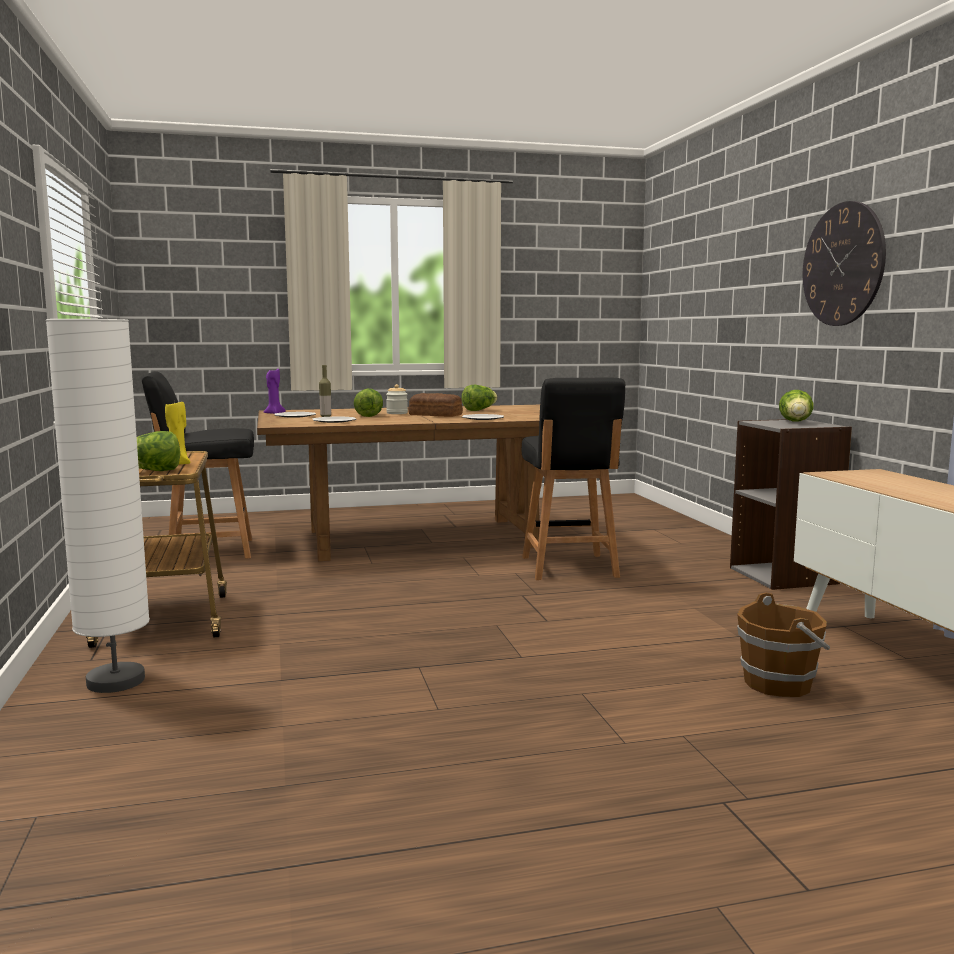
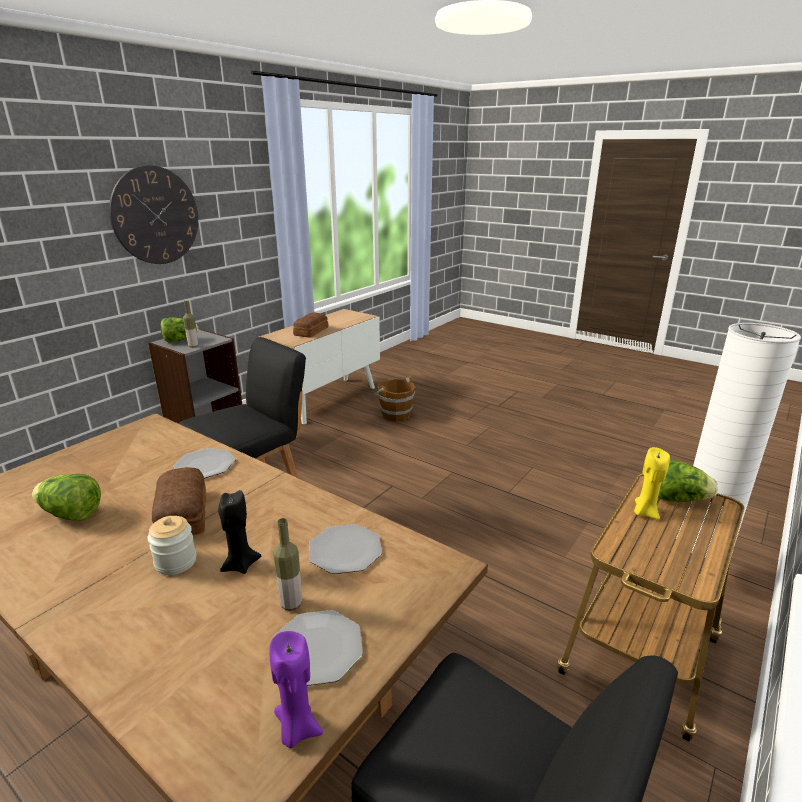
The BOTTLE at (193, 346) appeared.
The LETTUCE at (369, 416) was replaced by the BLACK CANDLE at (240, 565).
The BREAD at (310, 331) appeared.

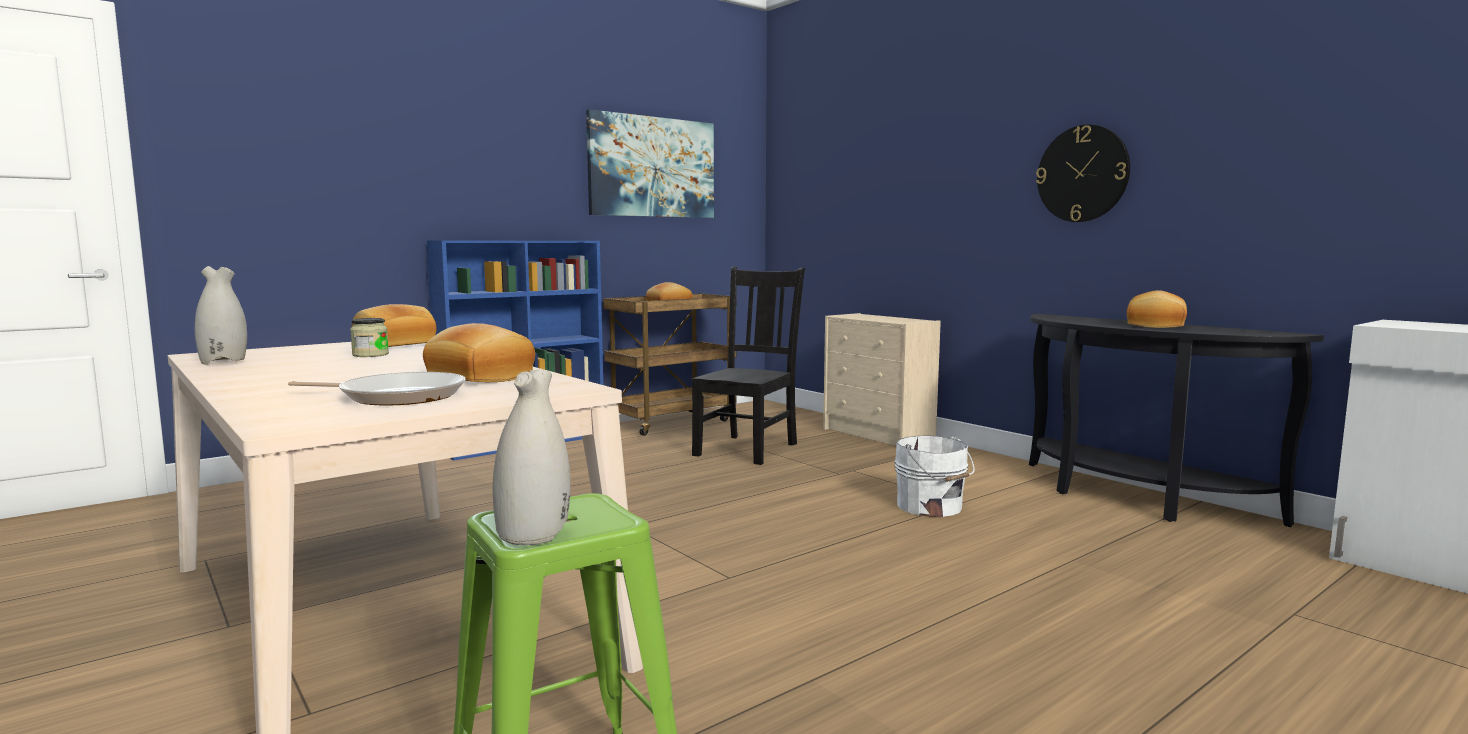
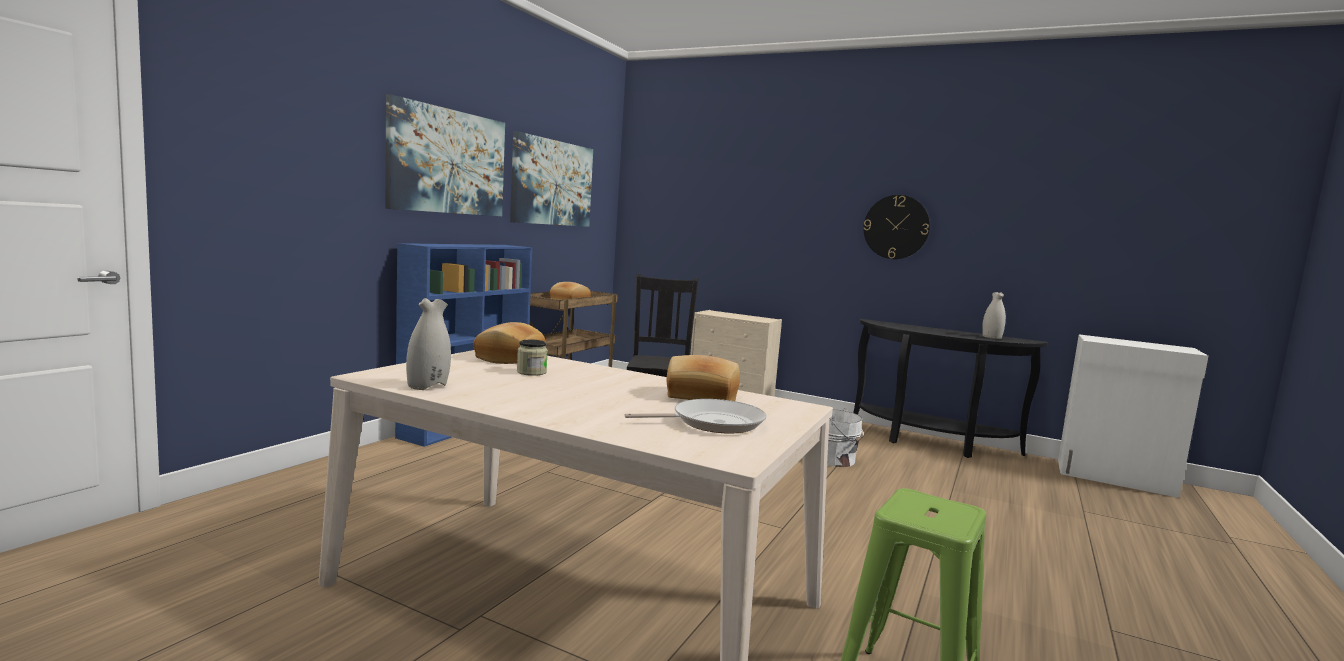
The PICTURE at (448, 162) appeared.
The WHITE VASE moved from (534, 533) to (991, 337).
The BREAD at (1157, 325) disappeared.

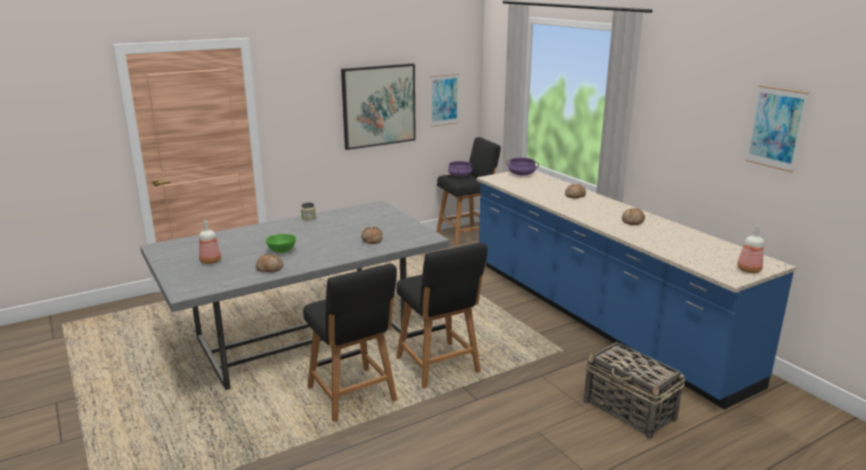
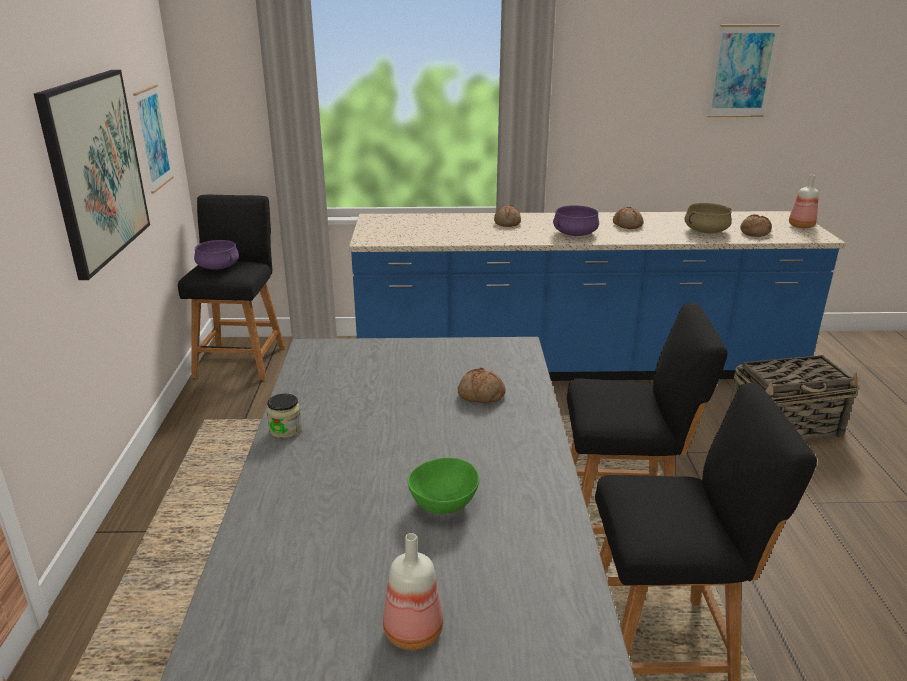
The PURPLE COOKING POT moved from (521, 174) to (574, 233).
The BEIGE COOKING POT at (706, 231) appeared.
The BREAD moved from (270, 268) to (754, 232).

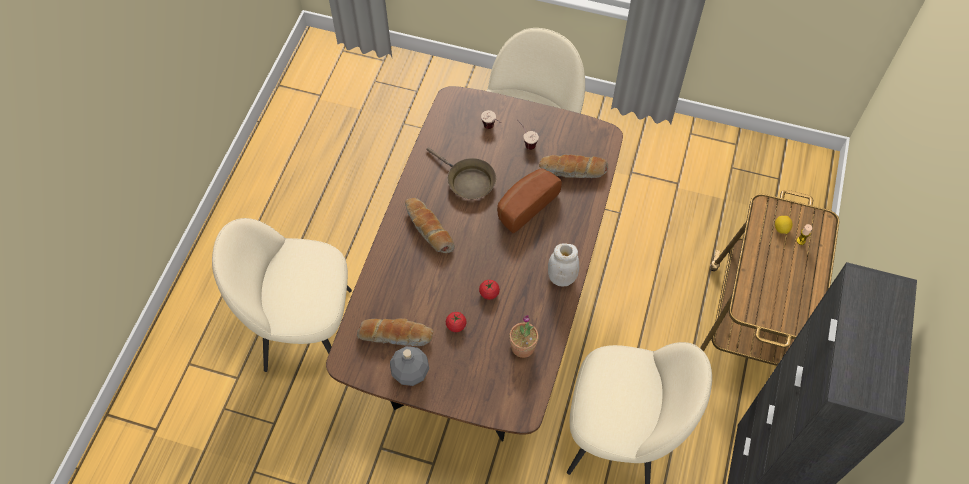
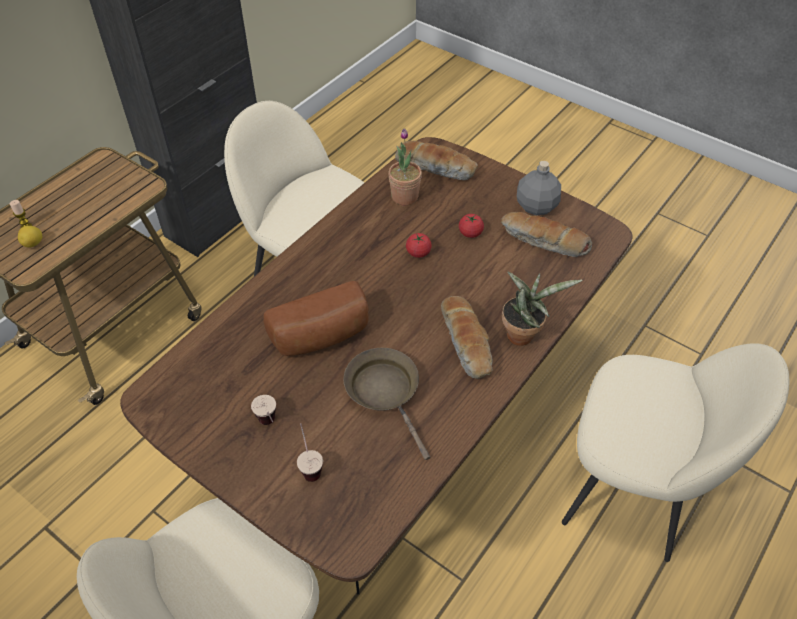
The BREAD moved from (573, 171) to (436, 167).
The POTTED PLANT at (523, 333) appeared.
The WHITE JAR at (561, 278) disappeared.

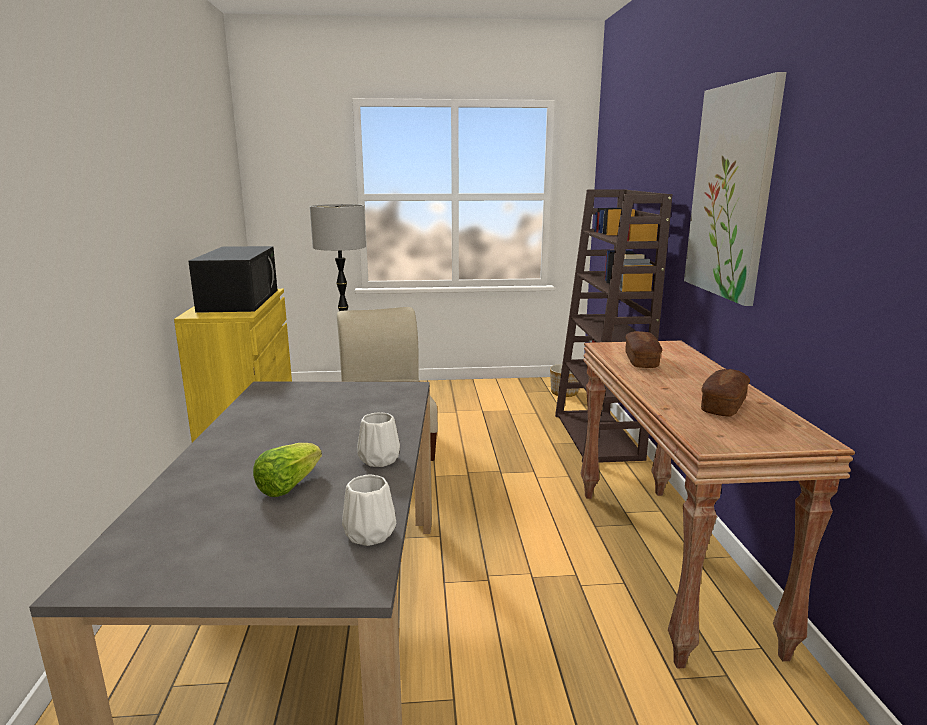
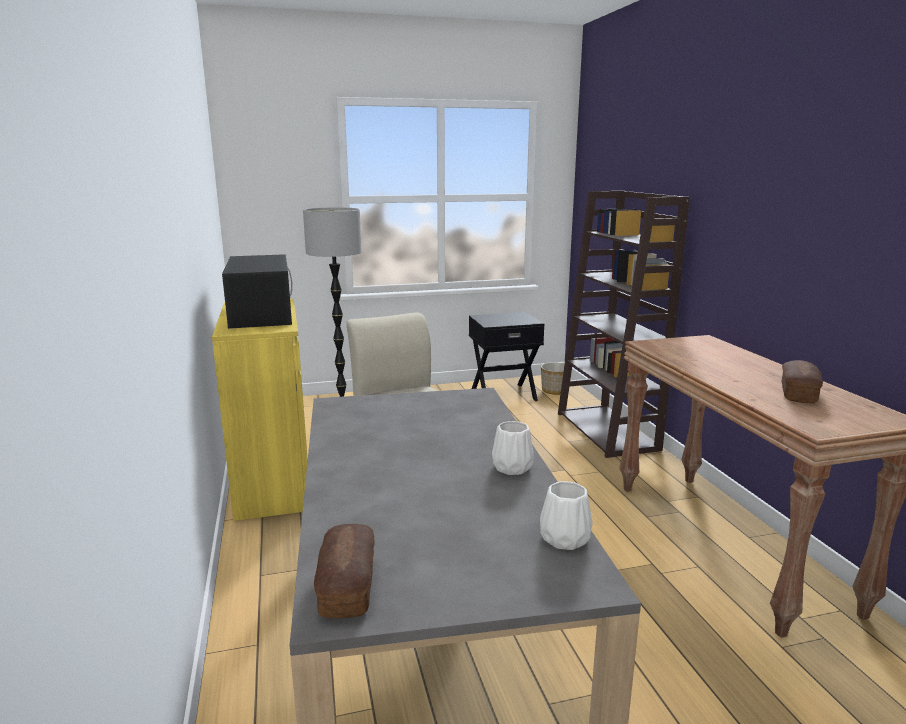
The BREAD moved from (641, 360) to (347, 586).
The BLACK NIGHTSTAND at (503, 394) appeared.
The LETTUCE at (288, 485) disappeared.
The PICTURE at (731, 192) disappeared.

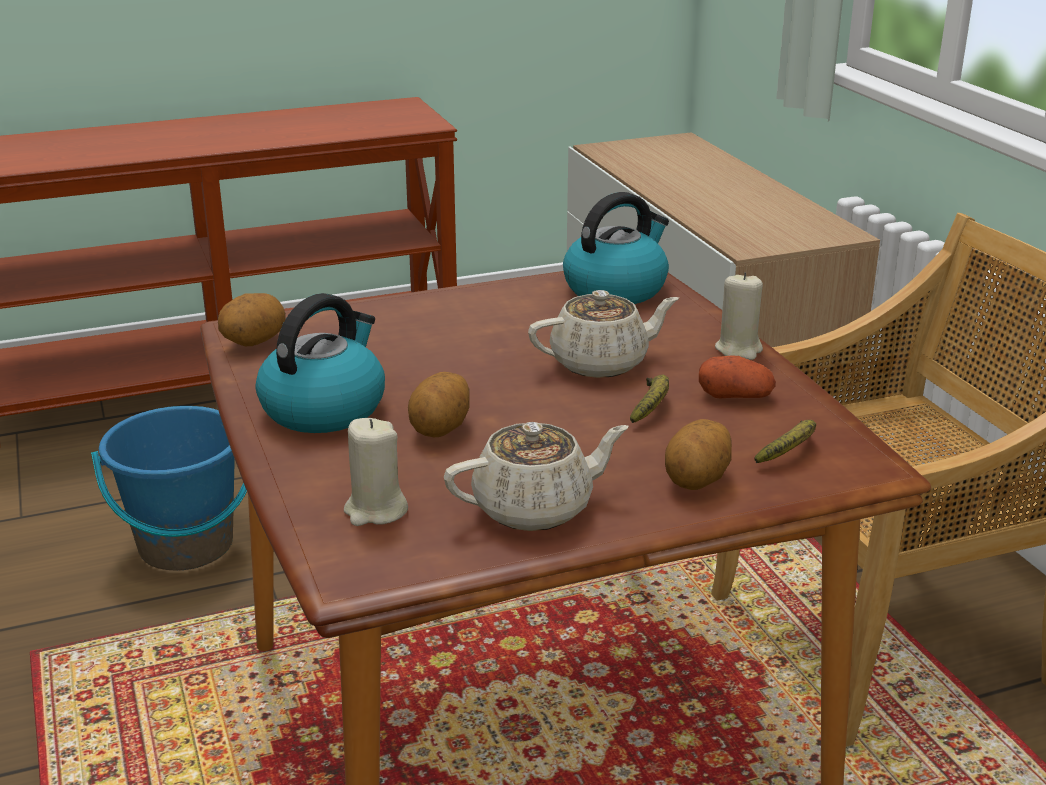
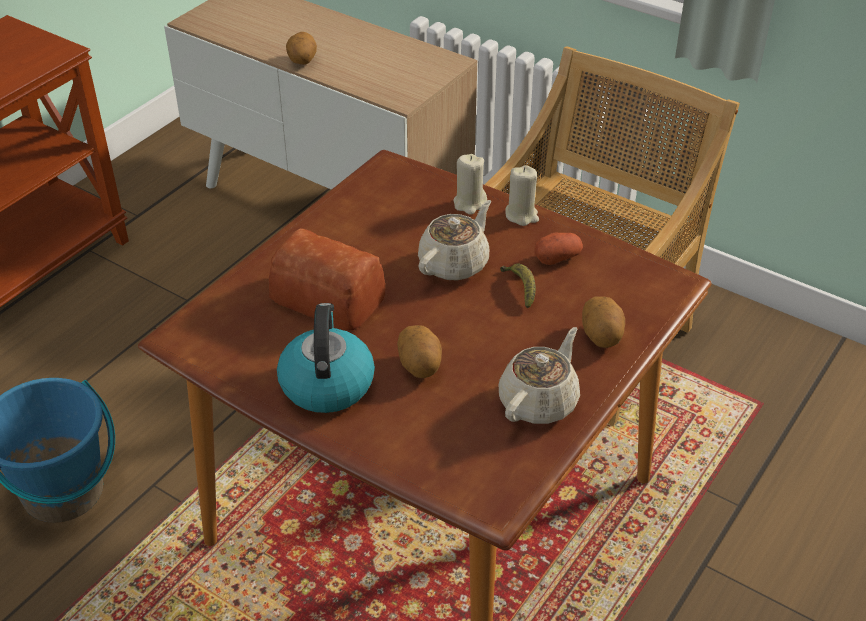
The BREAD at (327, 296) appeared.
The POTATO moved from (253, 343) to (302, 61).
The BEIGE CANDLE moved from (375, 511) to (469, 203).
The KETTLE at (616, 289) disappeared.
The BANANA at (790, 451) disappeared.

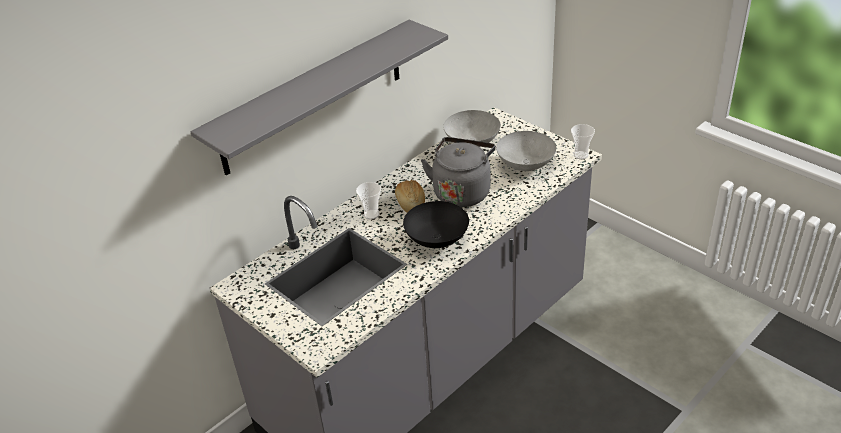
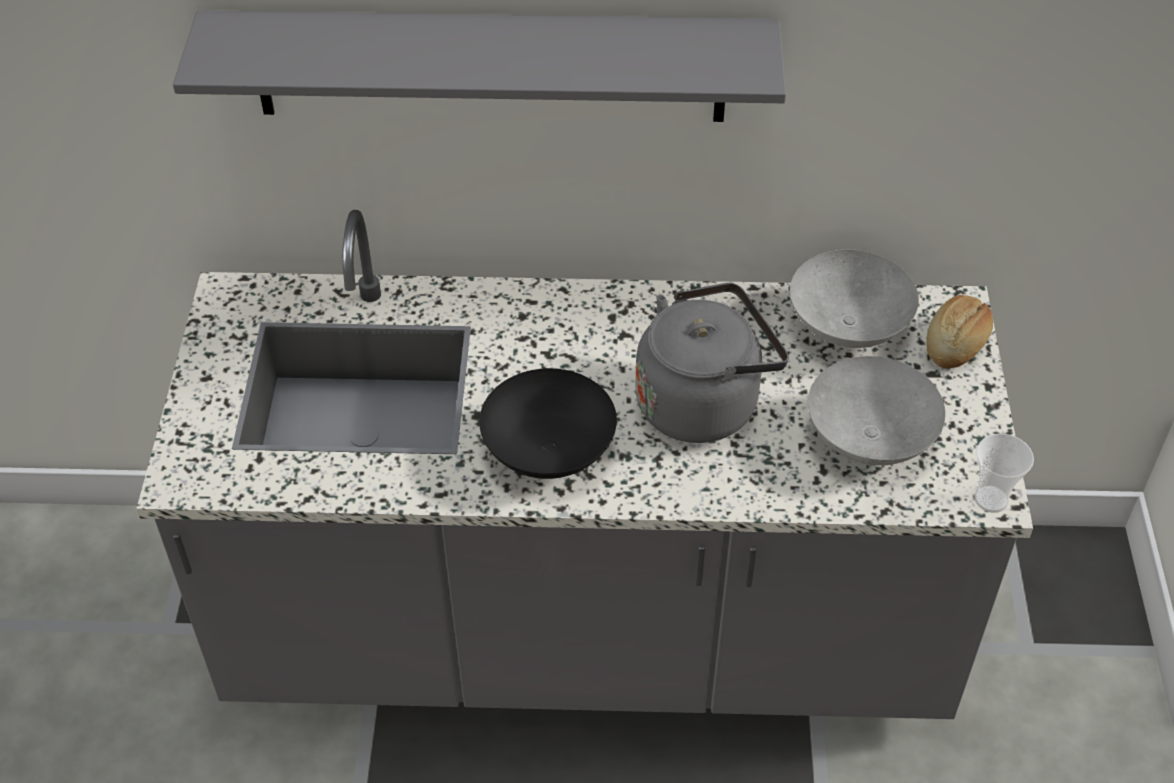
The BREAD moved from (410, 203) to (957, 343).
The CUP at (371, 214) disappeared.

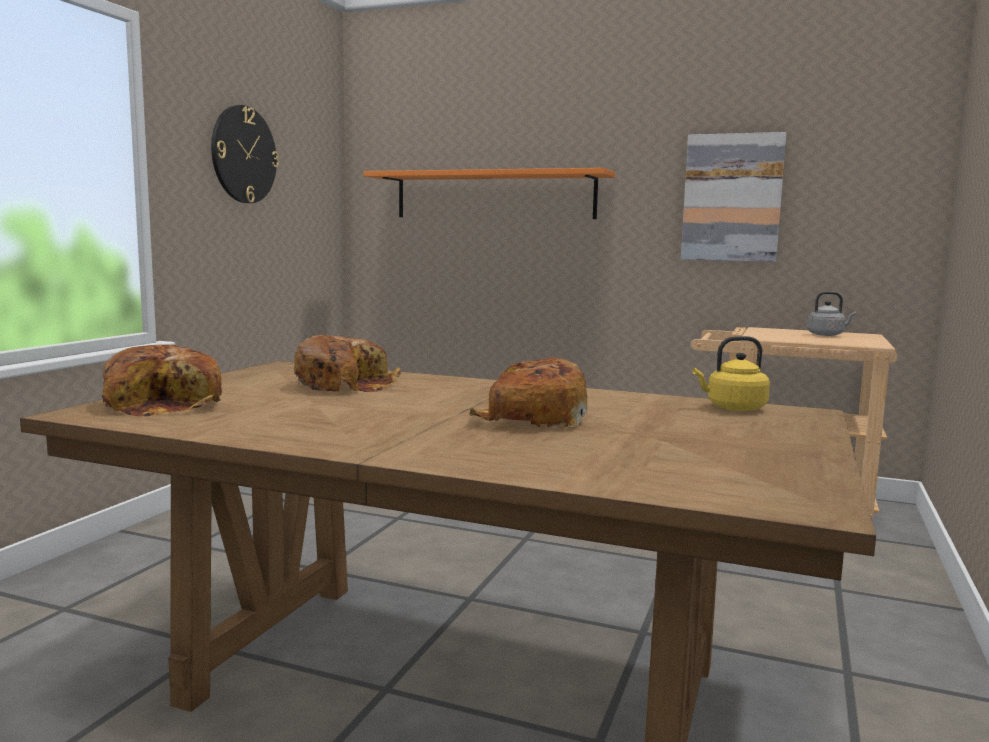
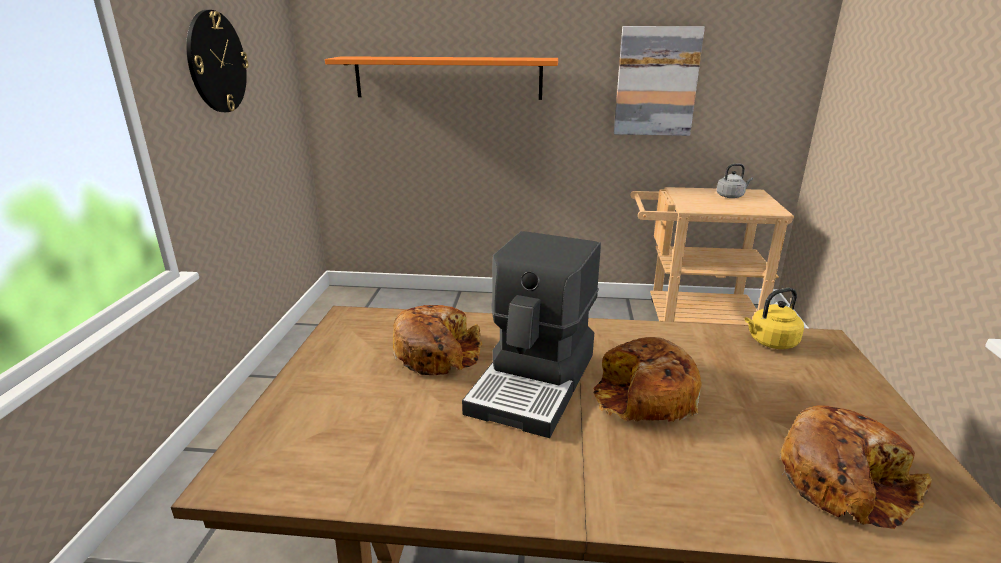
The COFFEE MACHINE at (535, 382) appeared.
The BREAD moved from (166, 404) to (844, 480).

